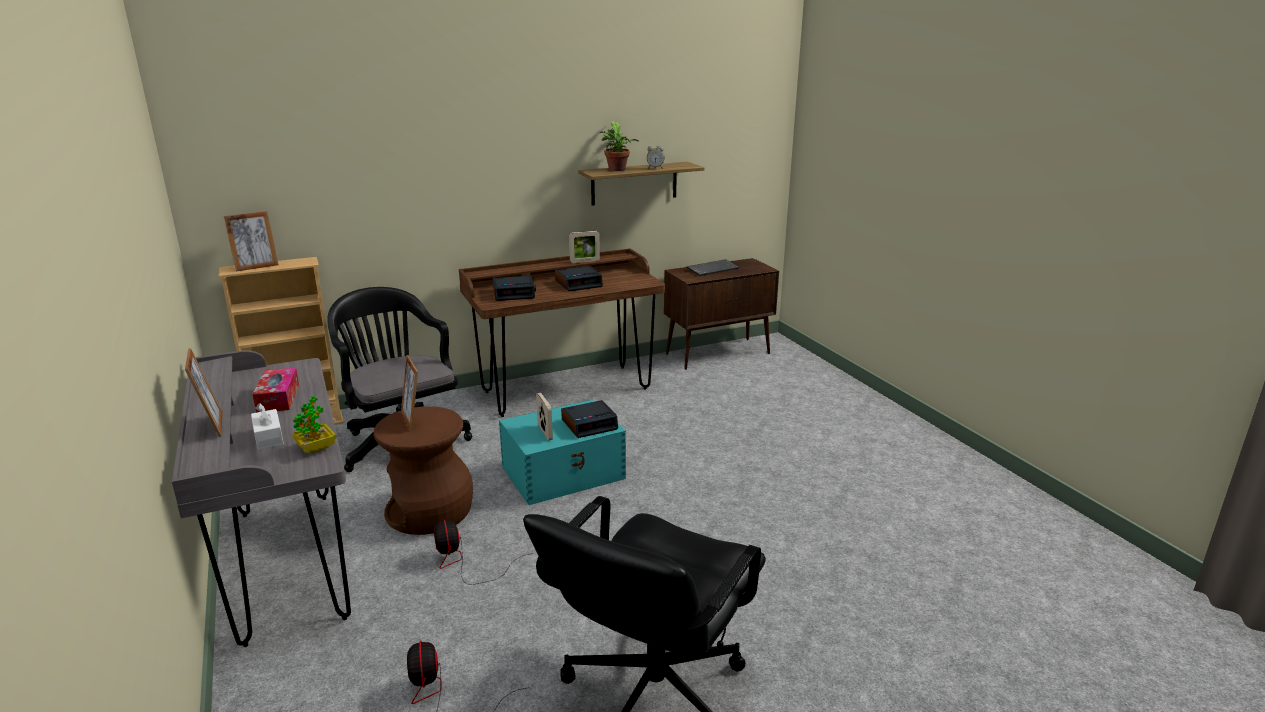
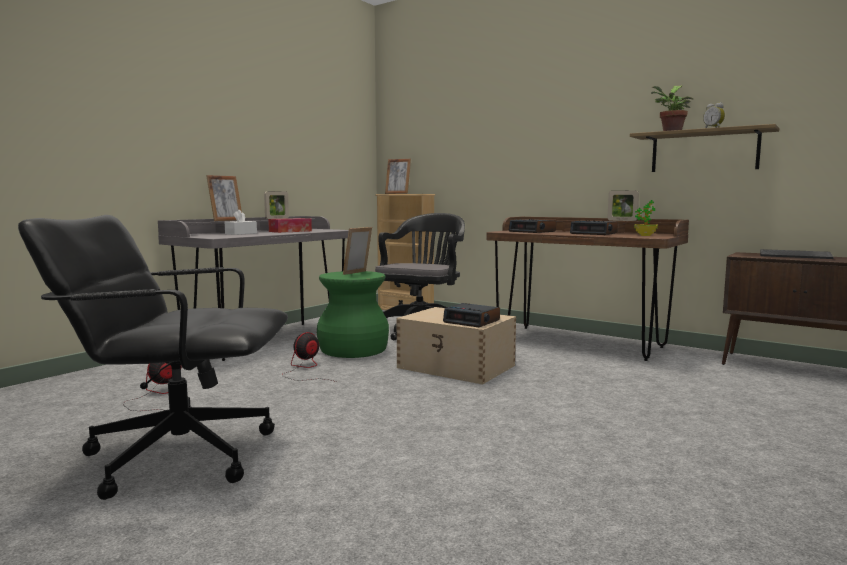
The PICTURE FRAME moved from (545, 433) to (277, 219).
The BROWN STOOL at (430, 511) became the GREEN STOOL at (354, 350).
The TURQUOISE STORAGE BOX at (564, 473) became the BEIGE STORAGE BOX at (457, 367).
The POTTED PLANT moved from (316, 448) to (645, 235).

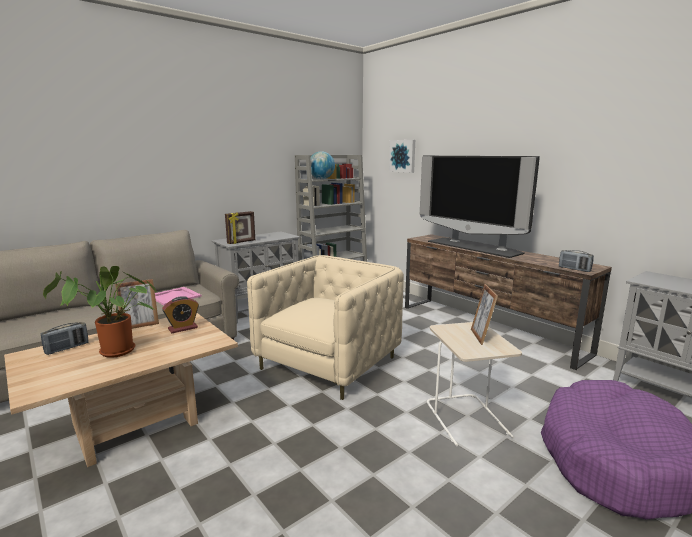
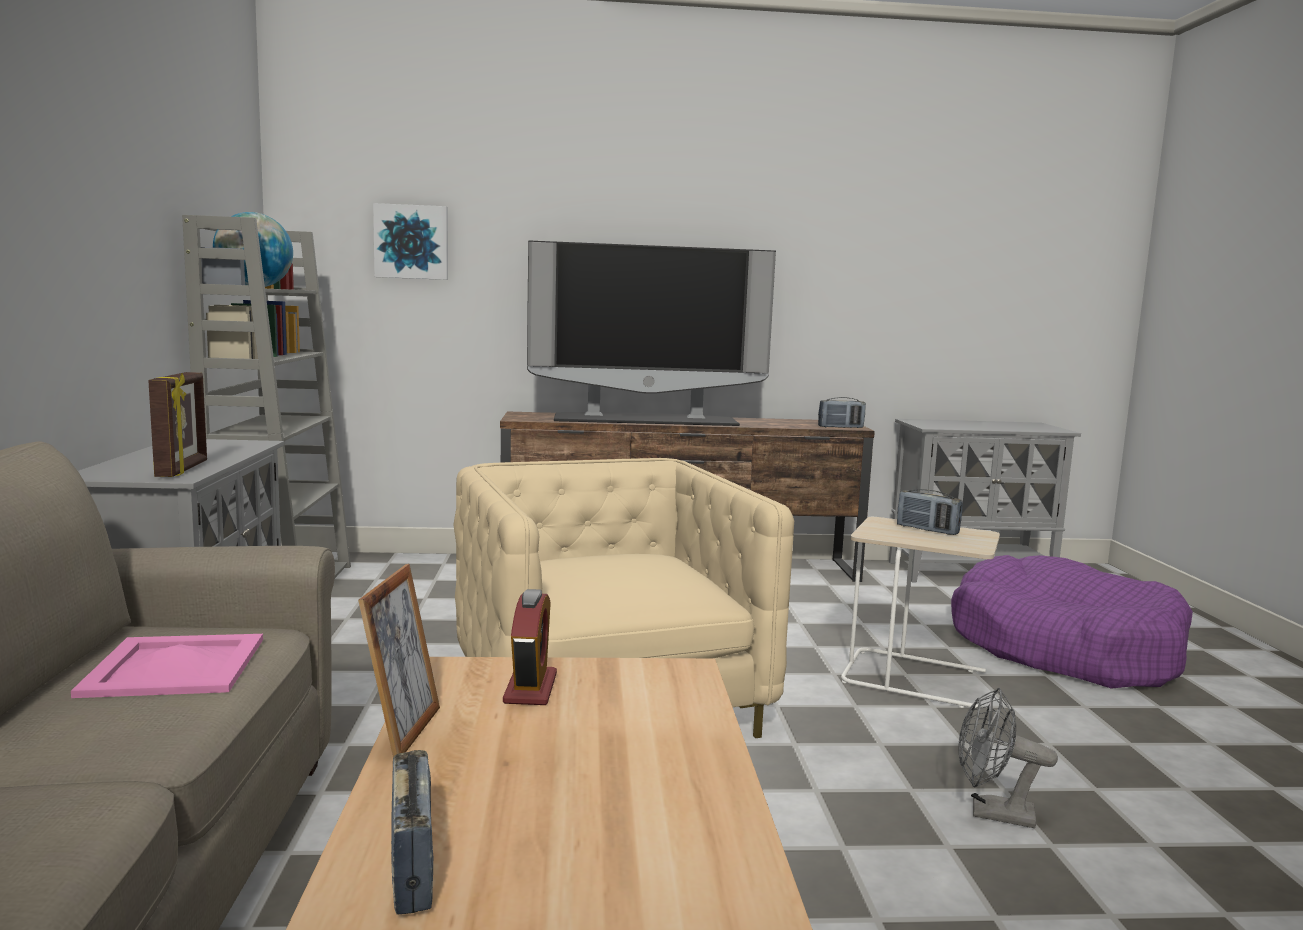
The PICTURE FRAME at (481, 337) was replaced by the RADIO at (927, 530).
The GREY FAN at (991, 813) appeared.
The POTTED PLANT at (114, 353) disappeared.

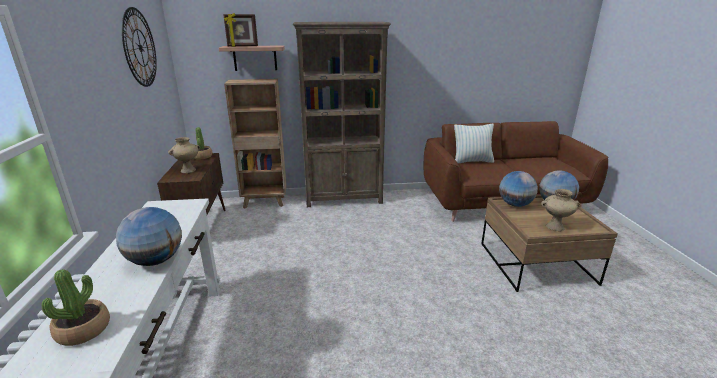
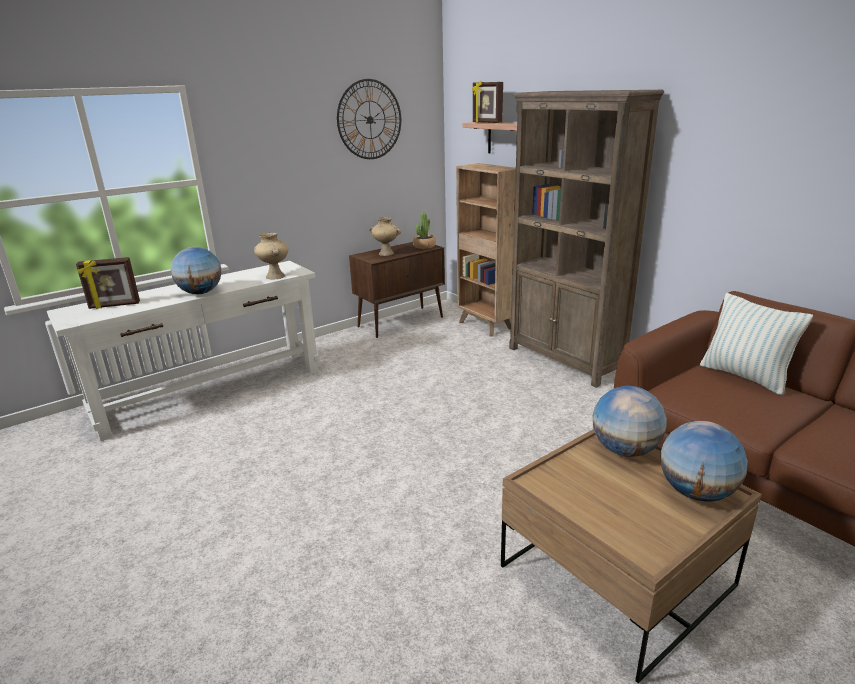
The POTTED PLANT at (83, 330) was replaced by the PICTURE FRAME at (114, 305).
The BEIGE VASE moved from (554, 227) to (274, 276).

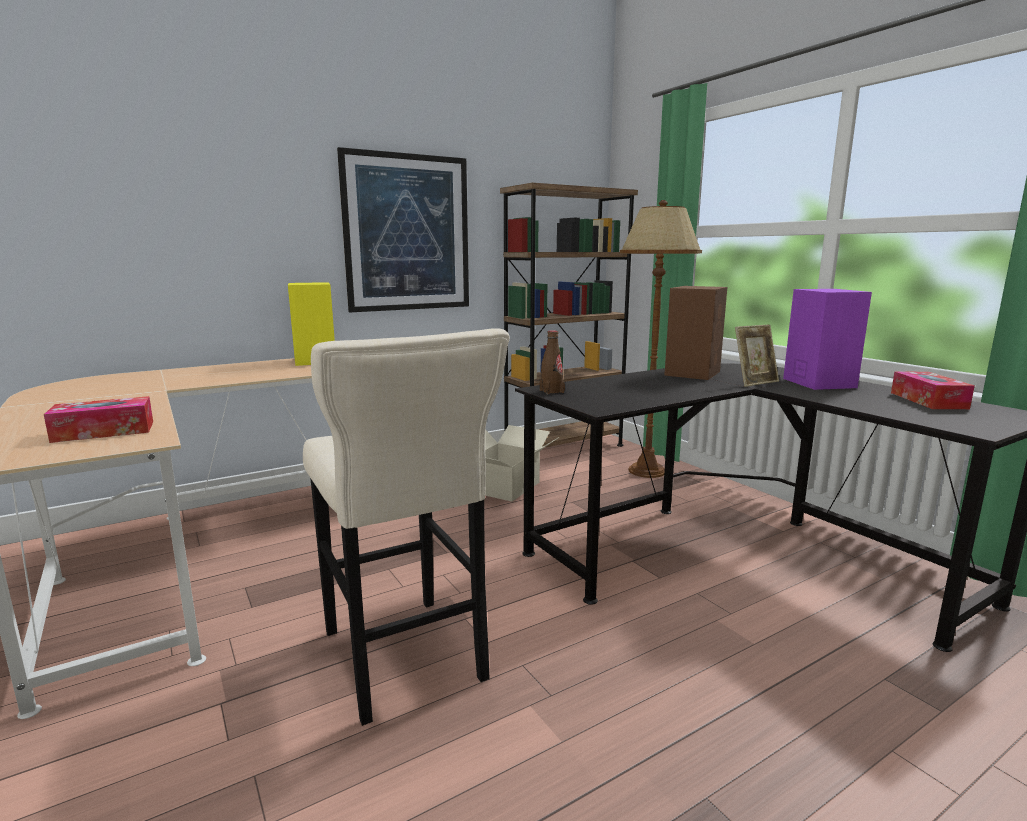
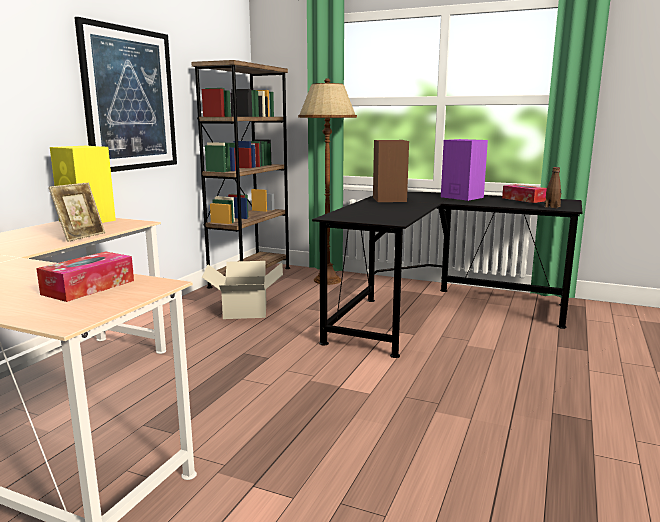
The PICTURE FRAME moved from (754, 382) to (81, 236).
The BROWN BOTTLE moved from (551, 391) to (552, 207).
The BEIGE STOOL at (405, 661) disappeared.

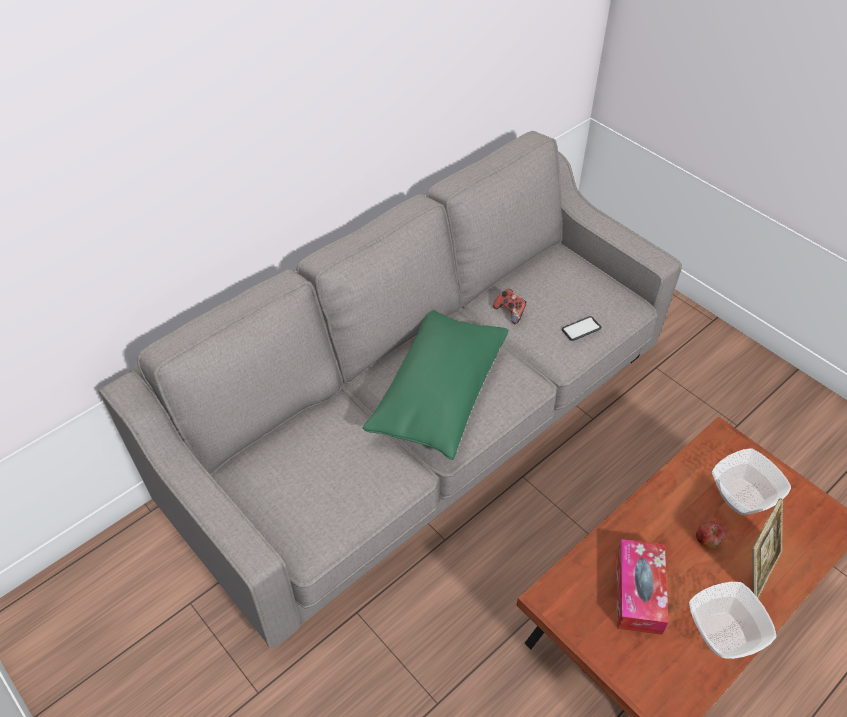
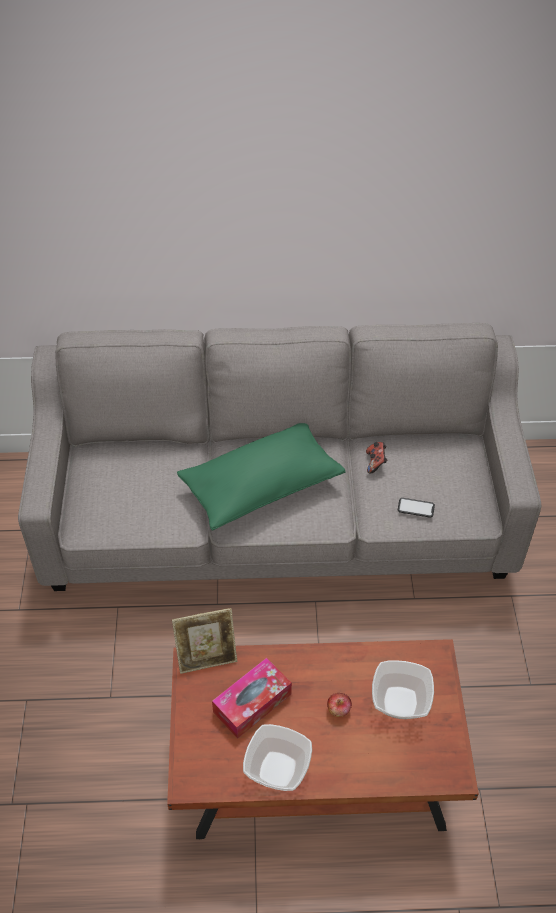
The PICTURE FRAME moved from (756, 568) to (207, 658).

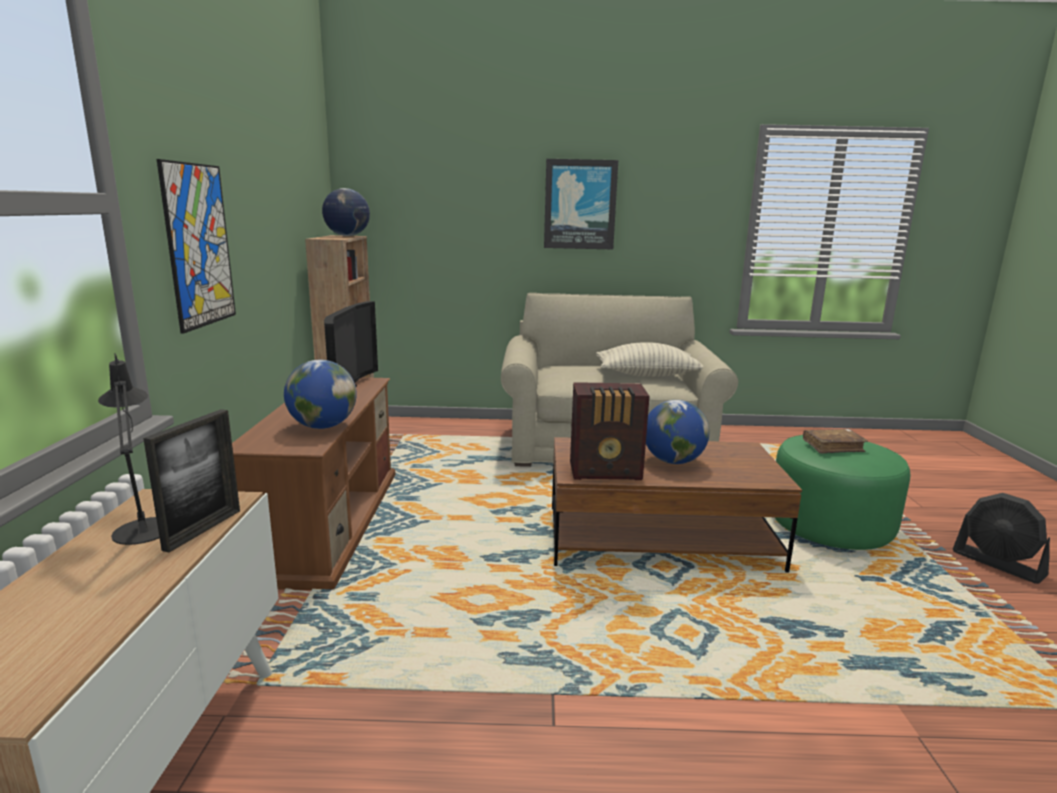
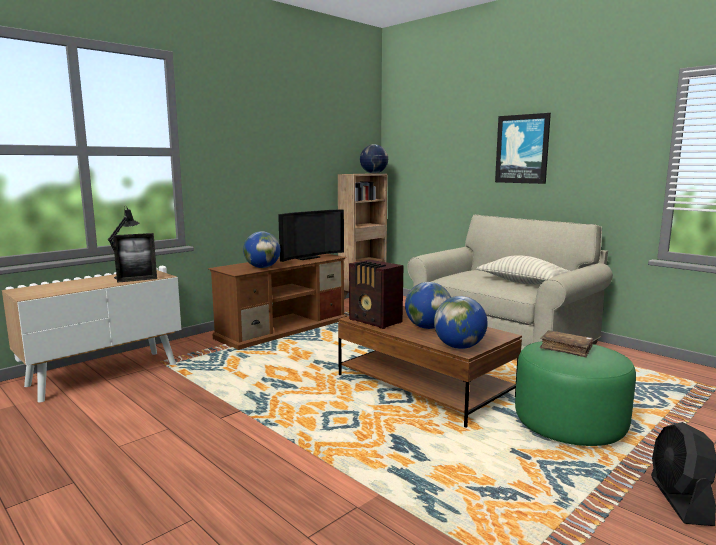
The GLOBE at (459, 347) appeared.
The PICTURE at (199, 245) disappeared.

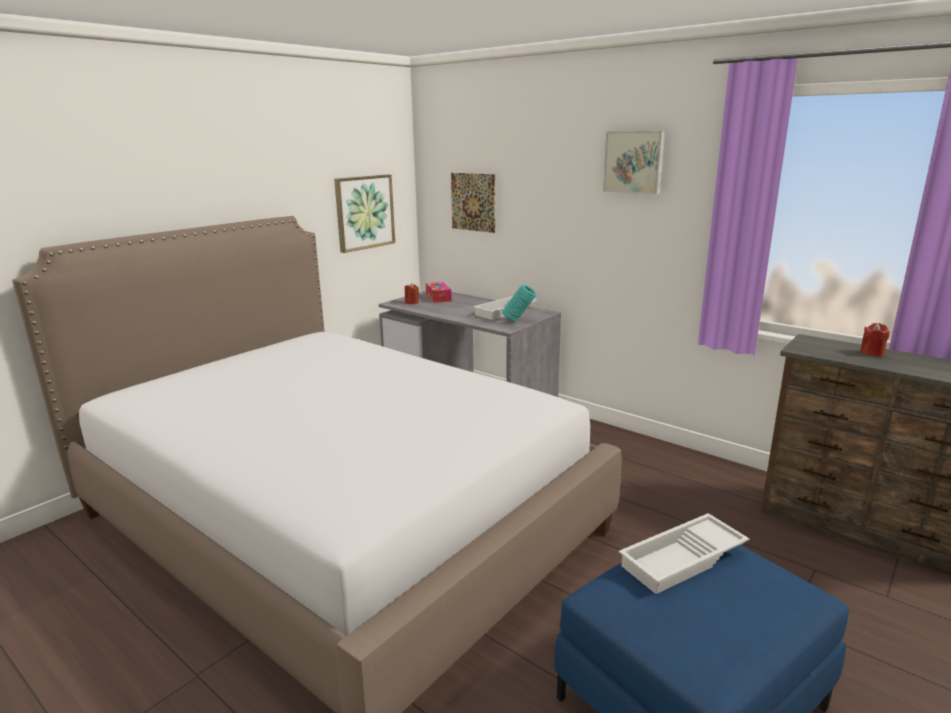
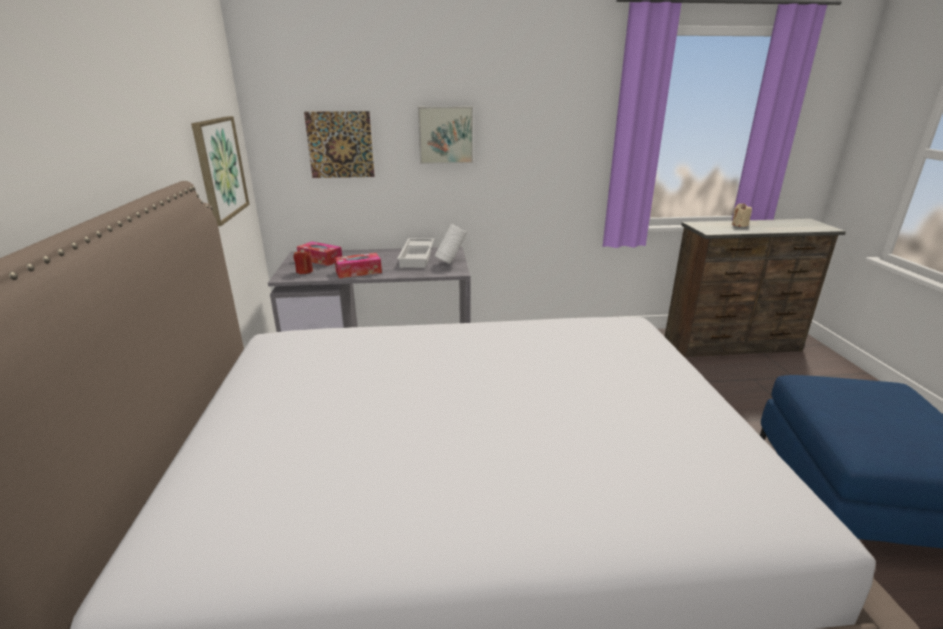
The TISSUE BOX at (358, 272) appeared.
The PICTURE moved from (634, 162) to (445, 135).
The TURQUOISE VASE at (519, 321) became the WHITE VASE at (450, 262).
The RED CANDLE at (872, 353) became the BEIGE CANDLE at (739, 225).
The WHITE TRAY at (683, 560) disappeared.

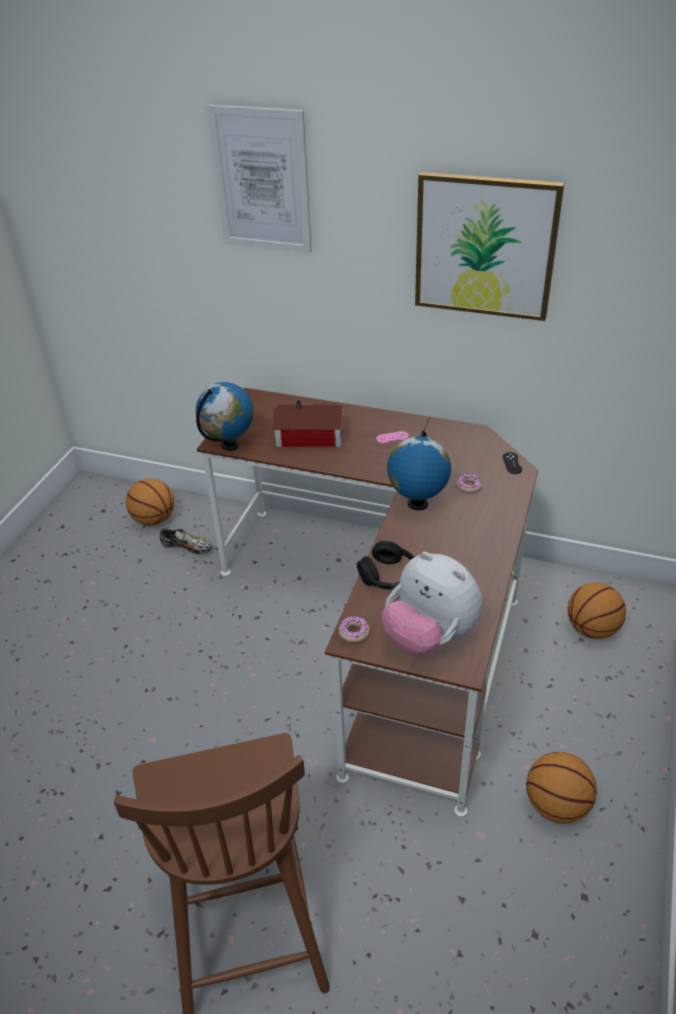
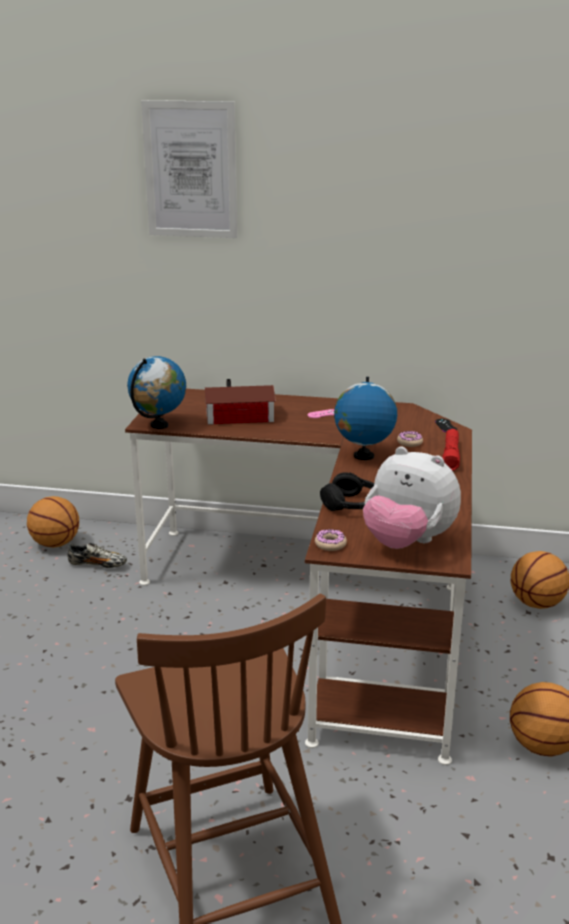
The RED FLASHLIGHT at (451, 455) appeared.
The PICTURE at (485, 246) disappeared.

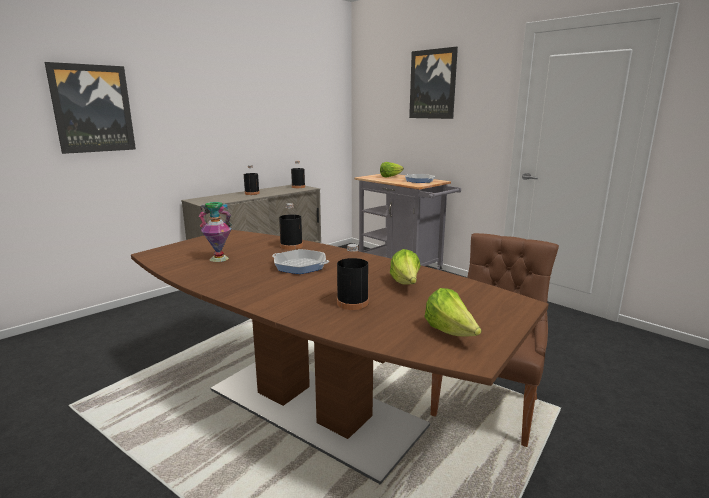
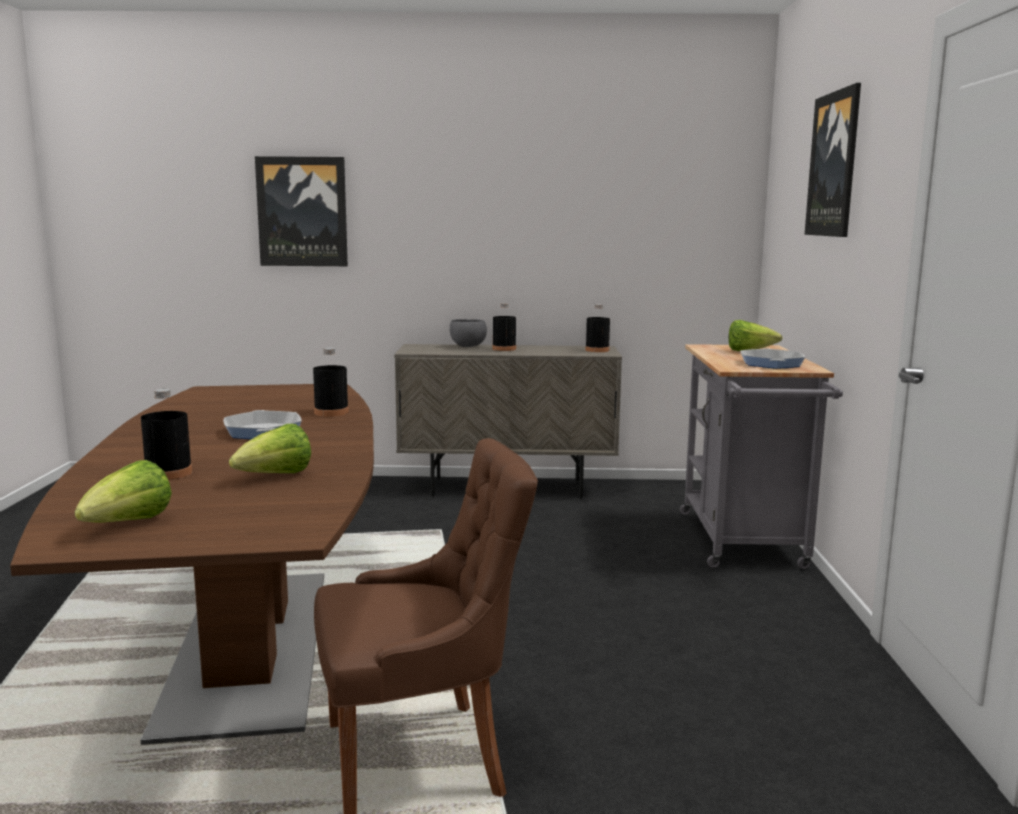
The GREY BOWL at (467, 346) appeared.
The VASE at (219, 258) disappeared.

